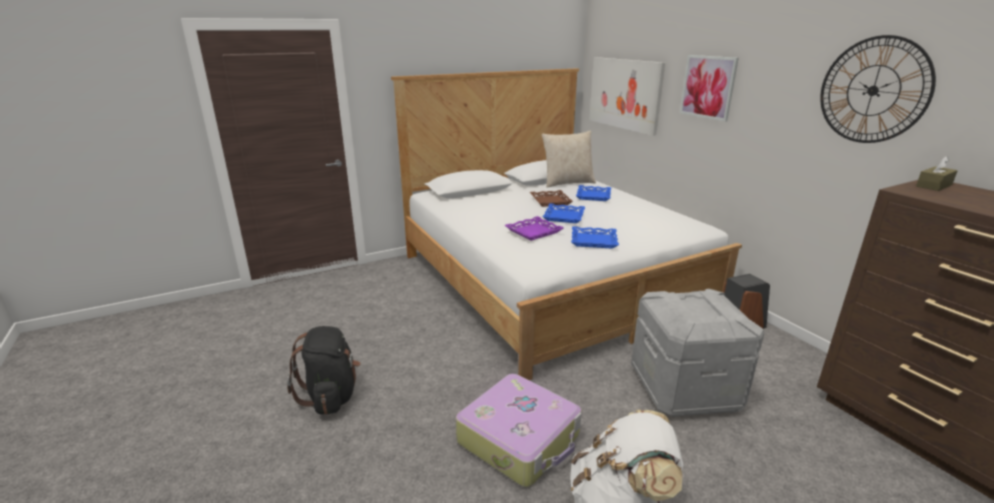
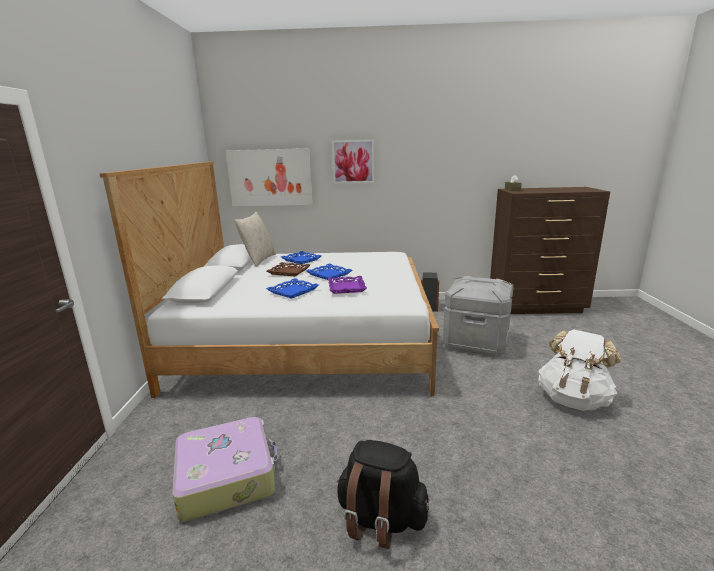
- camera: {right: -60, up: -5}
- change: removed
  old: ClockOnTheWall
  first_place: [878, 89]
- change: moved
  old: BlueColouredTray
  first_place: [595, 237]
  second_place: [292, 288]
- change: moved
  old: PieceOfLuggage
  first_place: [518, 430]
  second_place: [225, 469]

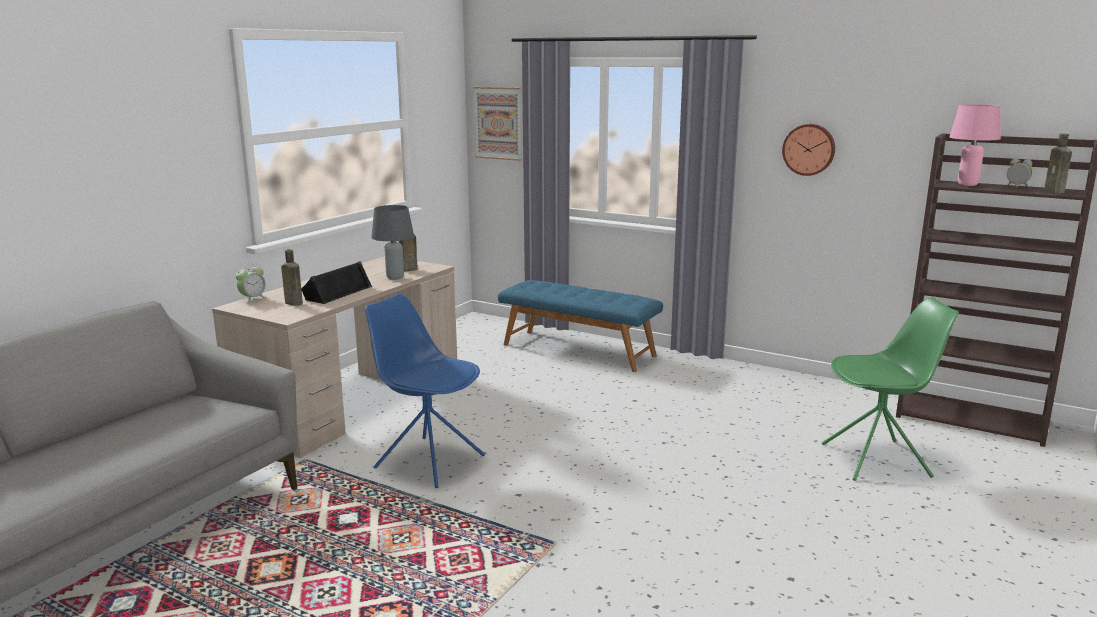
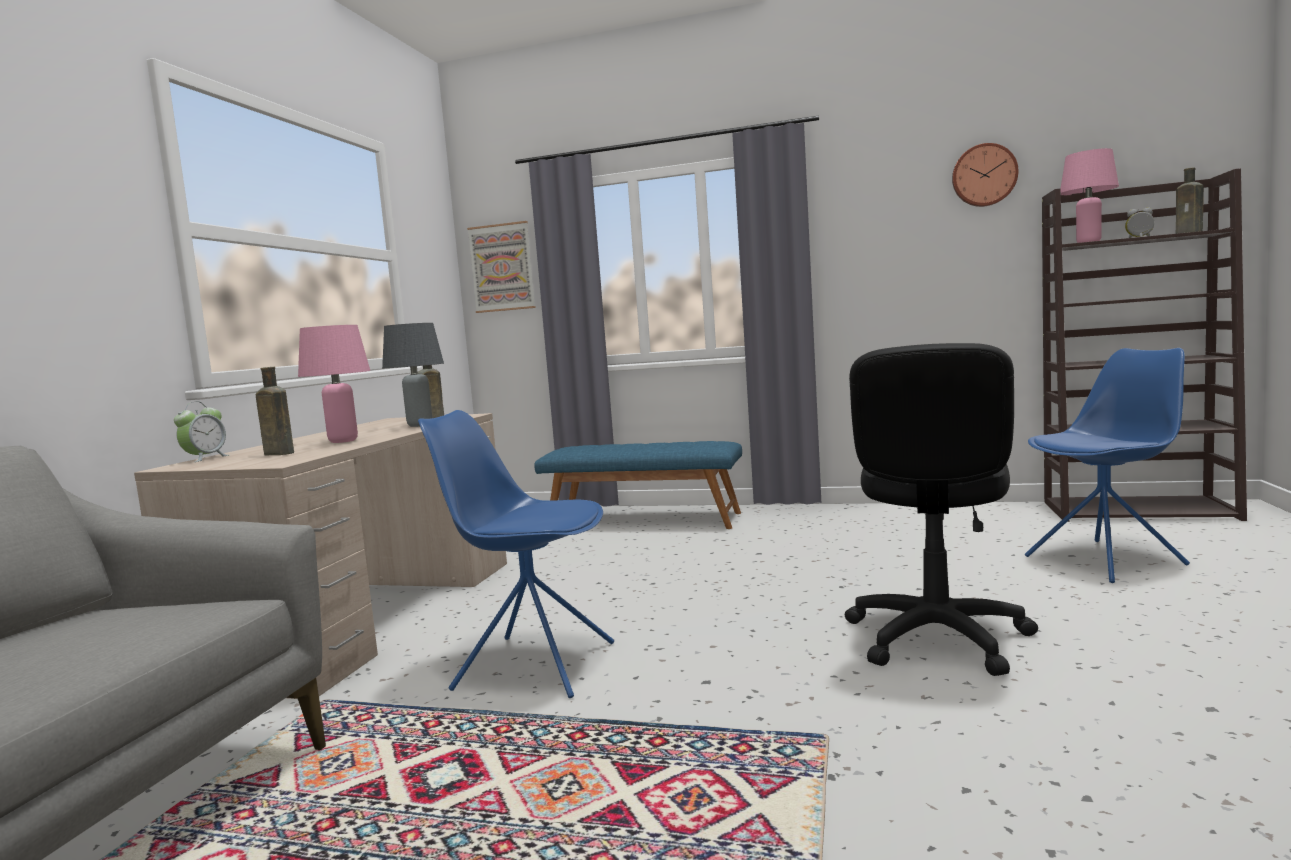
- camera: {right: -15, up: -10}
- change: moved
  old: ClockOnTheWall
  first_place: [808, 150]
  second_place: [985, 175]
- change: replaced
  old: BlackishSpeaker
  new: PinkColouredTableLamp
  first_place: [336, 282]
  second_place: [334, 384]
- change: recoloured
  old: GreenUprightChair
  new: BlueColouredUprightChair
  first_place: [890, 389]
  second_place: [1107, 465]
- change: added
  new: BlackishOfficeChair
  second_place: [941, 509]

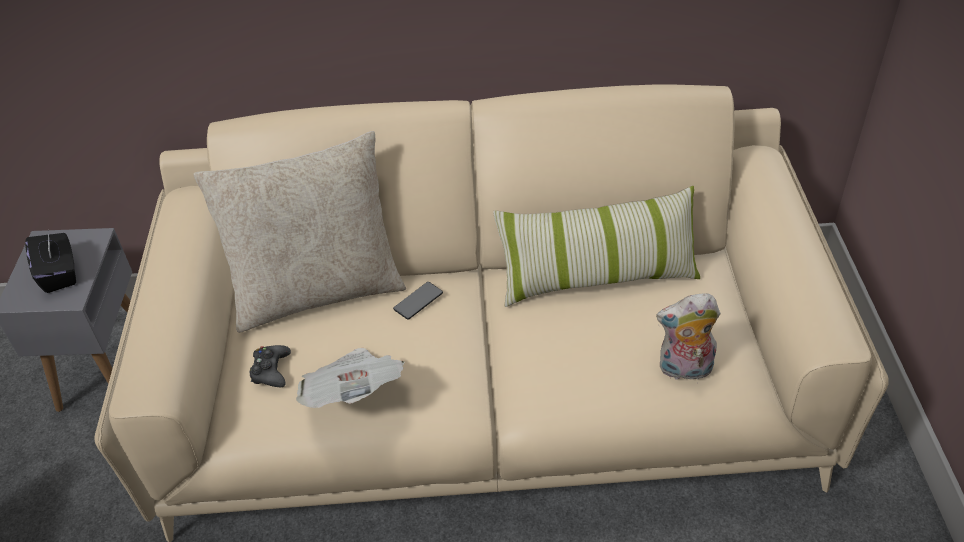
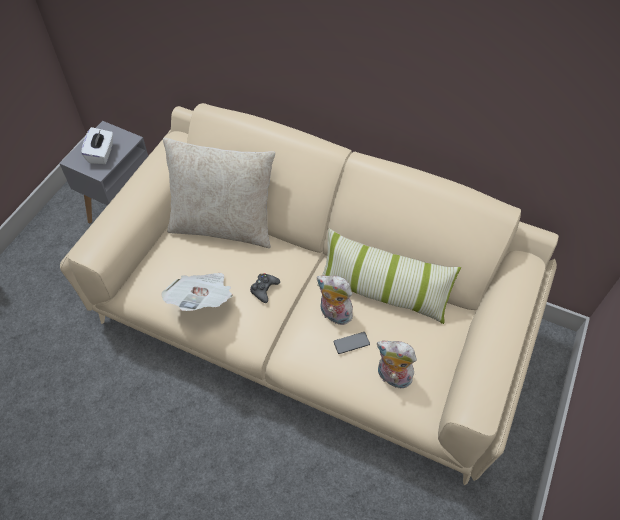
- camera: {right: 25, up: 10}
- change: recoloured
  old: BlackishBoxOfTissues
  new: WhiteColouredBoxOfTissues
  first_place: [50, 262]
  second_place: [97, 145]
- change: moved
  old: Telephone
  first_place: [418, 301]
  second_place: [351, 343]
- change: moved
  old: BlackishGamepad
  first_place: [270, 366]
  second_place: [265, 288]
- change: added
  new: PlushToy
  second_place: [335, 300]

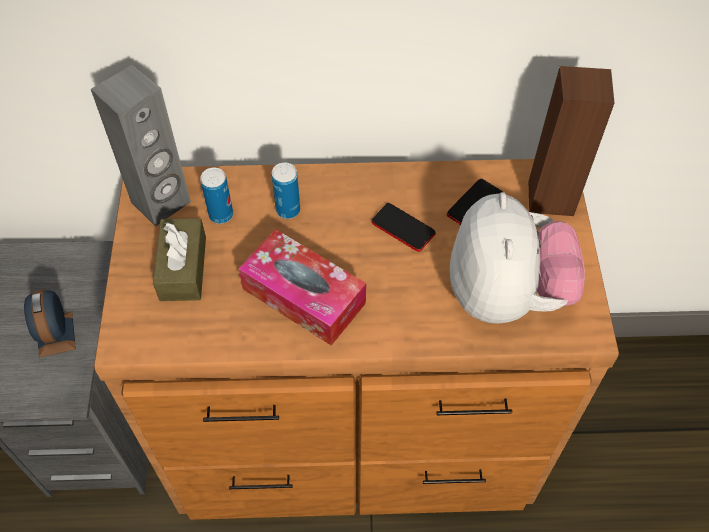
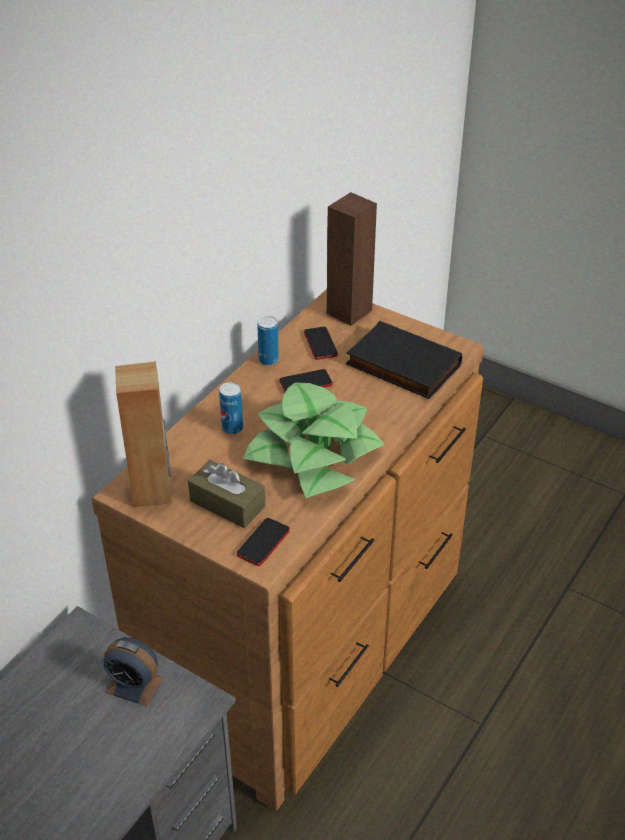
- camera: {right: -55, up: -15}
- change: recoloured
  old: GreySpeaker
  new: BrownSpeaker
  first_place: [141, 146]
  second_place: [143, 434]
- change: moved
  old: SealedCan
  first_place: [216, 196]
  second_place: [268, 341]
- change: replaced
  old: PlushToy
  new: BlackishBoundBook
  first_place: [517, 258]
  second_place: [404, 360]
- change: replaced
  old: BoxOfTissues
  new: PottedPlant
  first_place: [302, 287]
  second_place: [314, 440]
- change: added
  new: Telephone
  second_place: [263, 542]

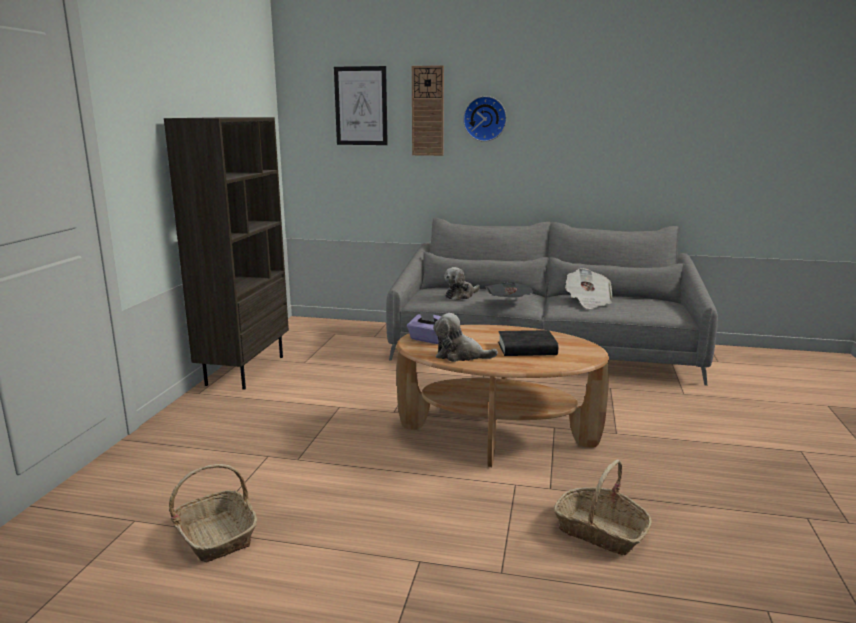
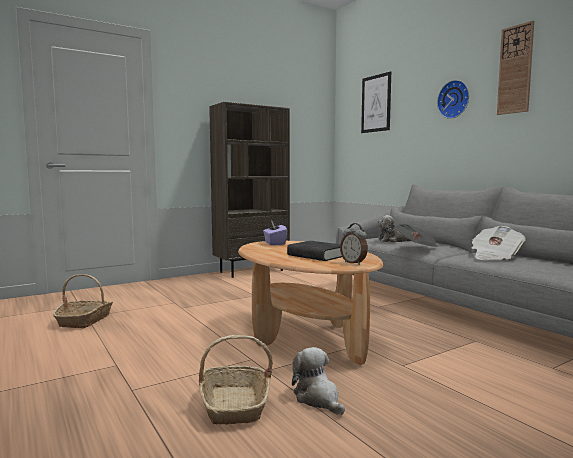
- camera: {right: 45, up: -10}
- change: moved
  old: ClockOnTheWall
  first_place: [428, 110]
  second_place: [515, 68]
- change: moved
  old: PlushToy
  first_place: [465, 337]
  second_place: [318, 381]
- change: added
  new: AlarmClock
  second_place: [354, 244]

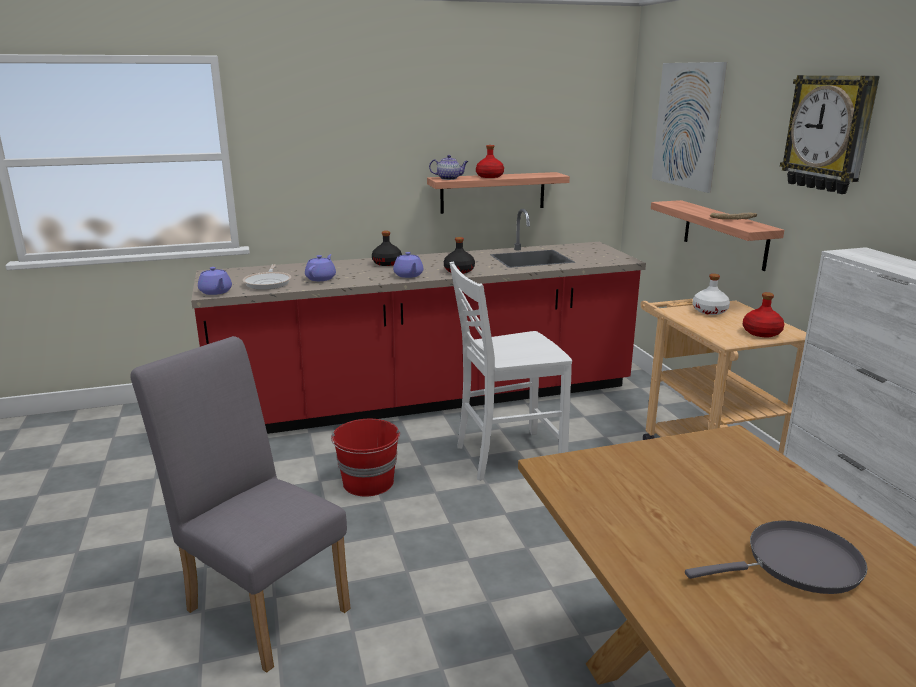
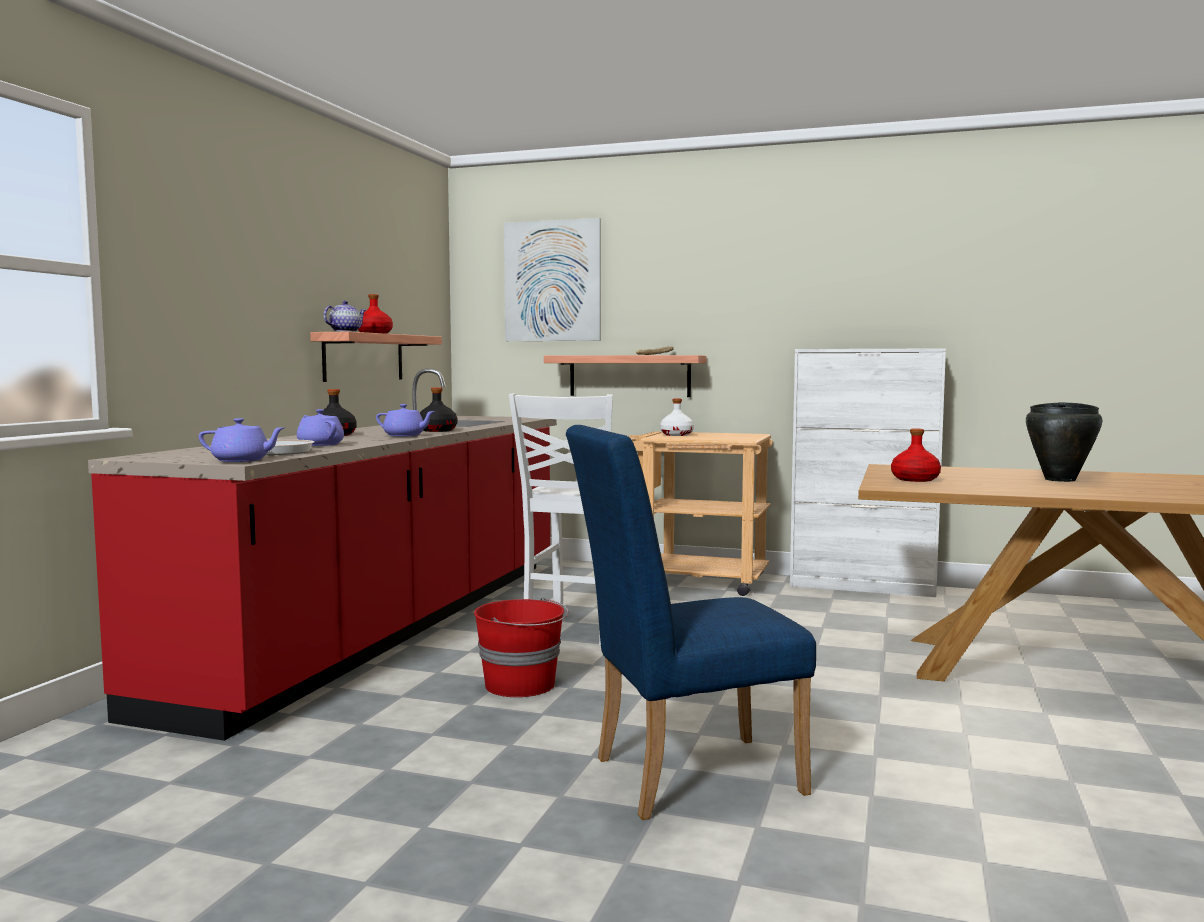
- camera: {right: -55, up: -15}
- change: removed
  old: ClockOnTheWall
  first_place: [830, 134]
- change: moved
  old: ReddishDrinkBottle
  first_place: [763, 314]
  second_place: [916, 455]
- change: recoloured
  old: GreyUprightChair
  new: BlueColouredUprightChair
  first_place: [240, 504]
  second_place: [691, 622]
- change: replaced
  old: GreySkillet
  new: BlackishStockpot
  first_place: [776, 557]
  second_place: [1064, 442]

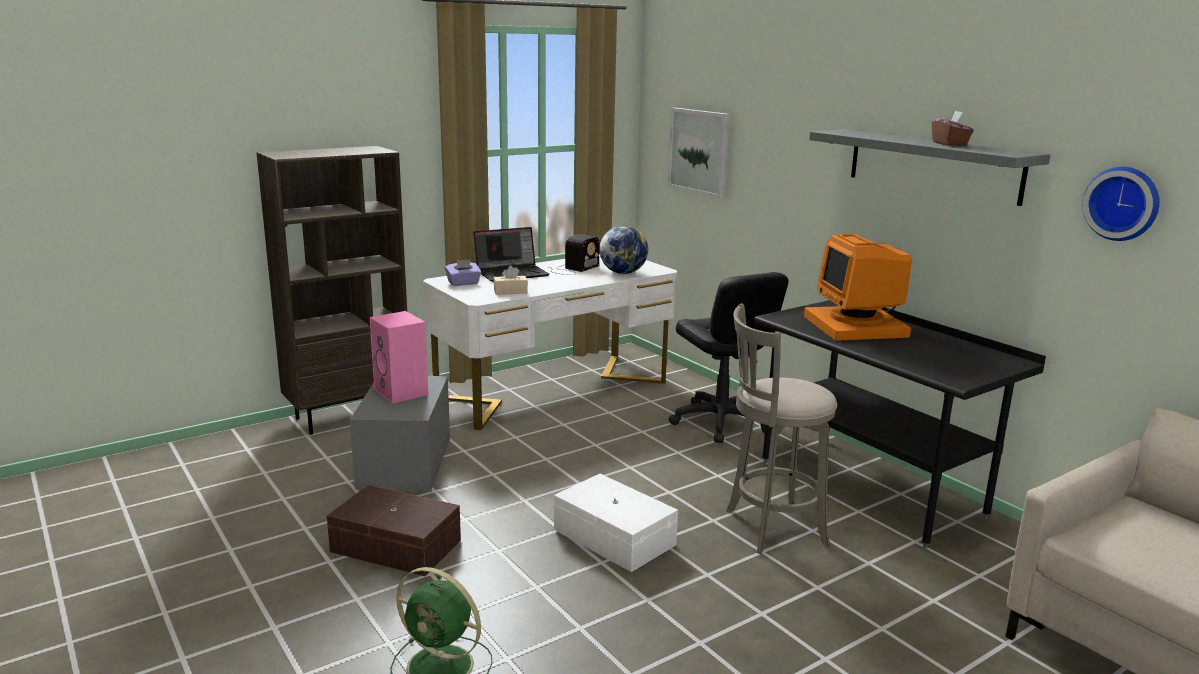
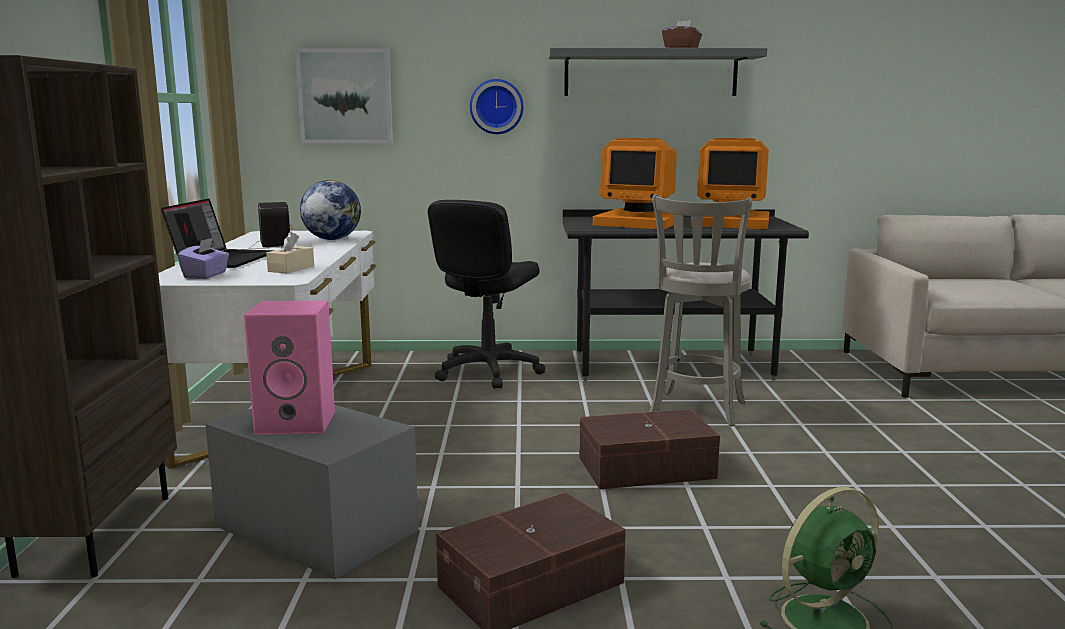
- camera: {right: -55, up: -5}
- change: moved
  old: ClockOnTheWall
  first_place: [1121, 204]
  second_place: [497, 106]
- change: turned
  old: BlackishOfficeChair
  first_place: [729, 357]
  second_place: [486, 294]
  degrees: 105
- change: recoloured
  old: WhiteColouredStorageBin
  new: BrownStorageBin
  first_place: [616, 523]
  second_place: [649, 449]
- change: added
  new: Monitor
  second_place: [730, 183]

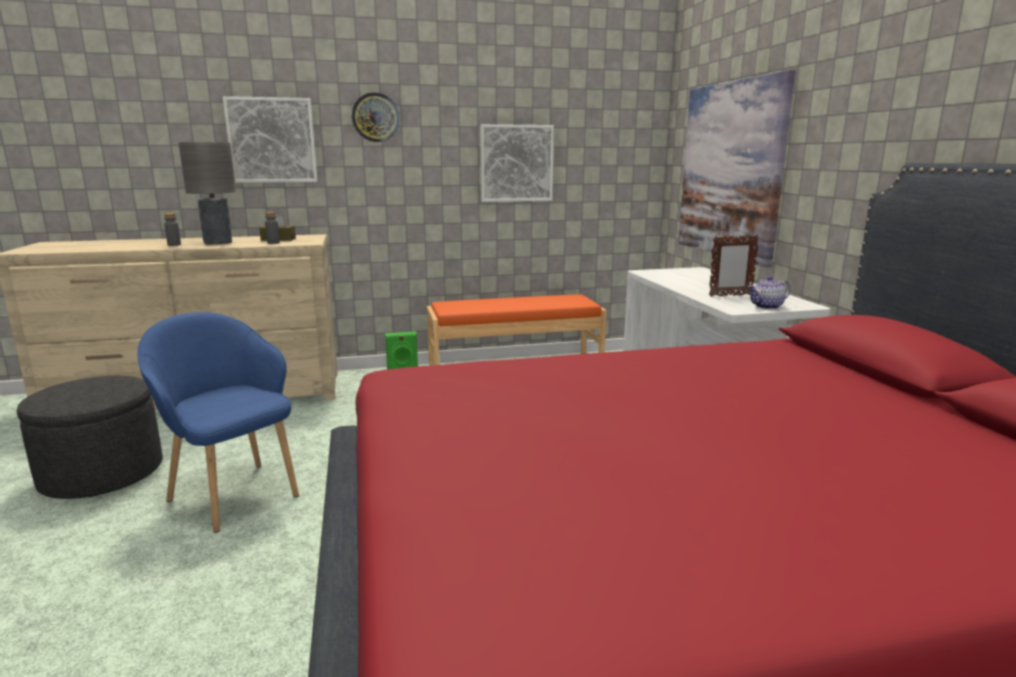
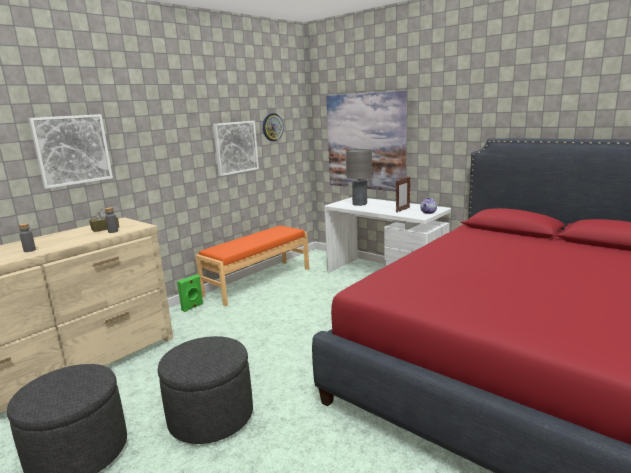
- camera: {right: -35, up: 0}
- change: moved
  old: ClockOnTheWall
  first_place: [376, 117]
  second_place: [273, 127]
- change: moved
  old: GreyTableLamp
  first_place: [207, 193]
  second_place: [359, 177]
- change: replaced
  old: BlueColouredEasyChair
  new: GreyPouffe
  first_place: [218, 422]
  second_place: [205, 390]

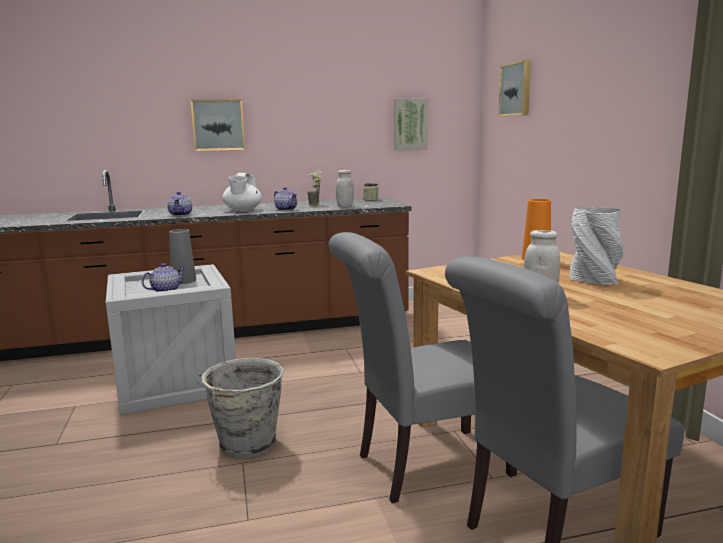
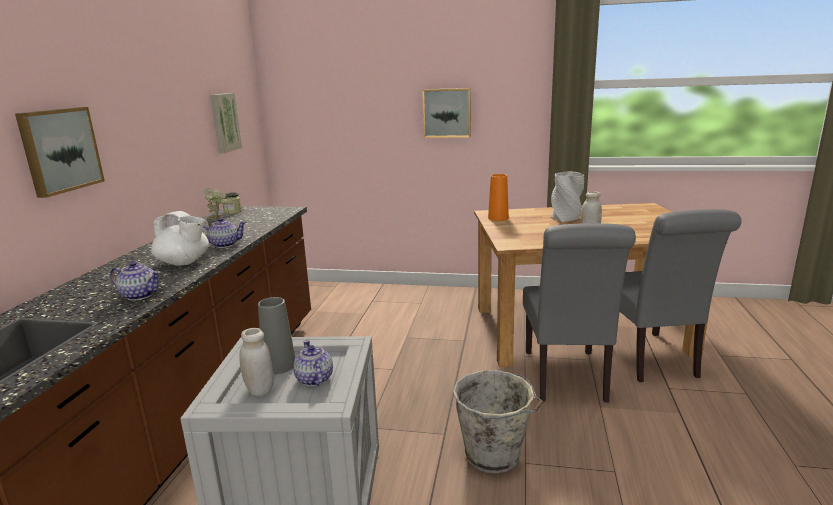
- camera: {right: -65, up: 5}
- change: moved
  old: WallPicture
  first_place: [514, 88]
  second_place: [446, 113]
- change: moved
  old: WhiteColouredJar
  first_place: [345, 188]
  second_place: [256, 362]

